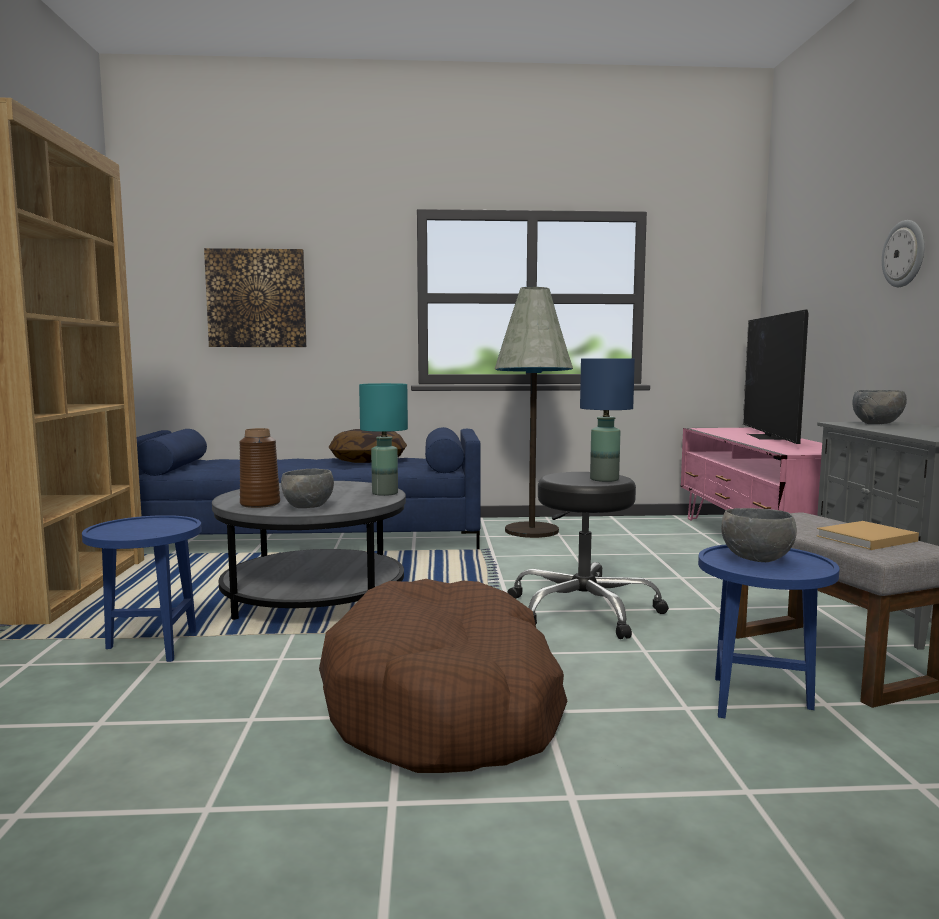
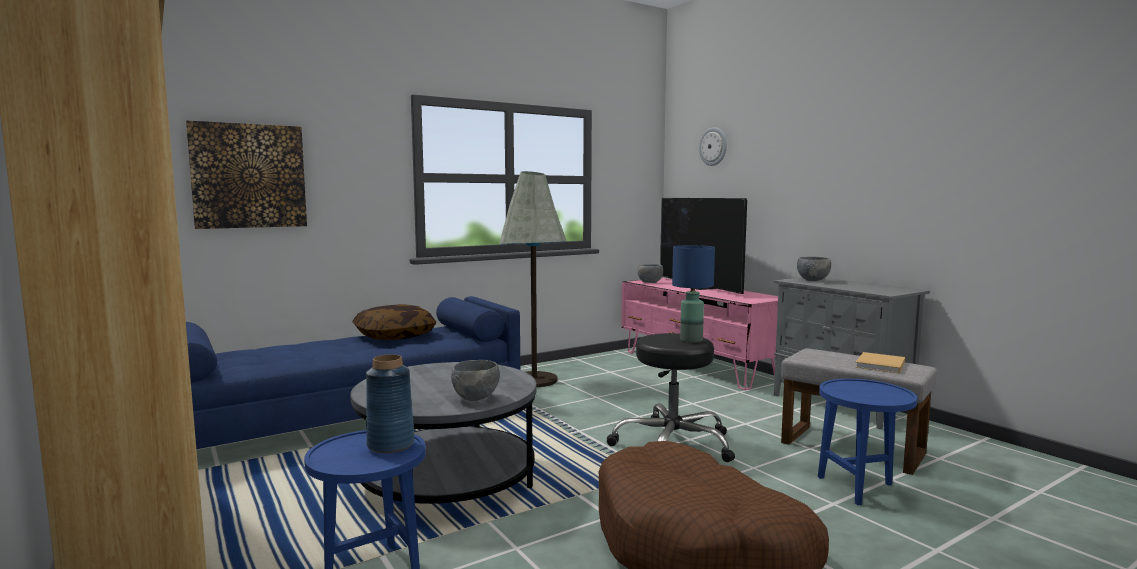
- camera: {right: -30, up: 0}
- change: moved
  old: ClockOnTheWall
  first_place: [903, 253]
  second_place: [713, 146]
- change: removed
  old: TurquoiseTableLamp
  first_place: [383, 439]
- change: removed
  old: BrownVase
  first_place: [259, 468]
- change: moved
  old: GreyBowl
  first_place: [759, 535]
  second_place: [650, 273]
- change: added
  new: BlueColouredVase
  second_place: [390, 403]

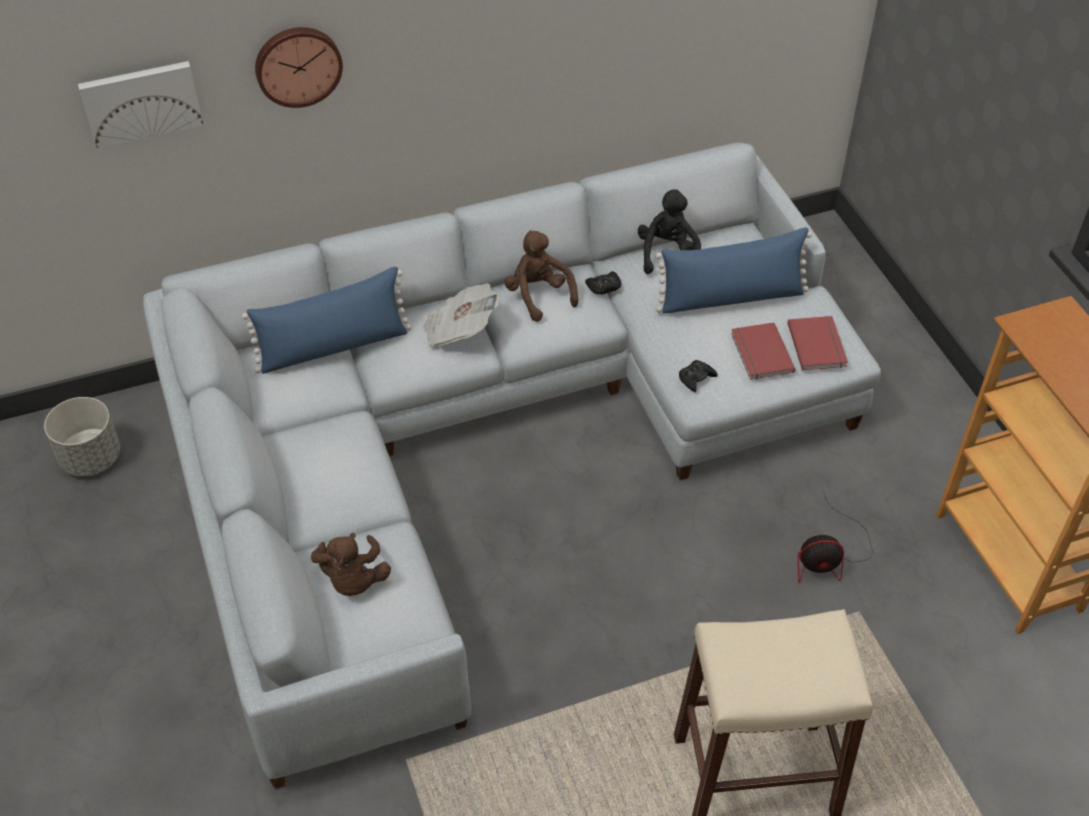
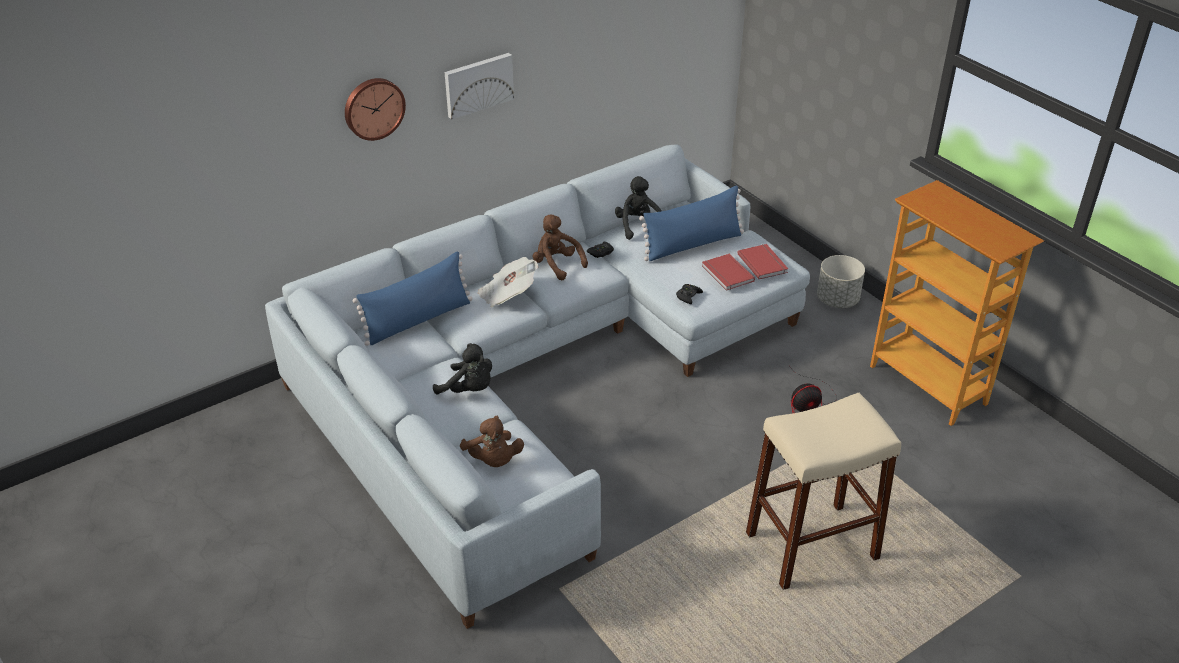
- camera: {right: -15, up: -10}
- change: moved
  old: WallPicture
  first_place: [140, 104]
  second_place: [479, 86]
- change: moved
  old: GreyPlanter
  first_place: [82, 437]
  second_place: [841, 281]
- change: added
  new: BlackishPlushToy
  second_place: [462, 368]

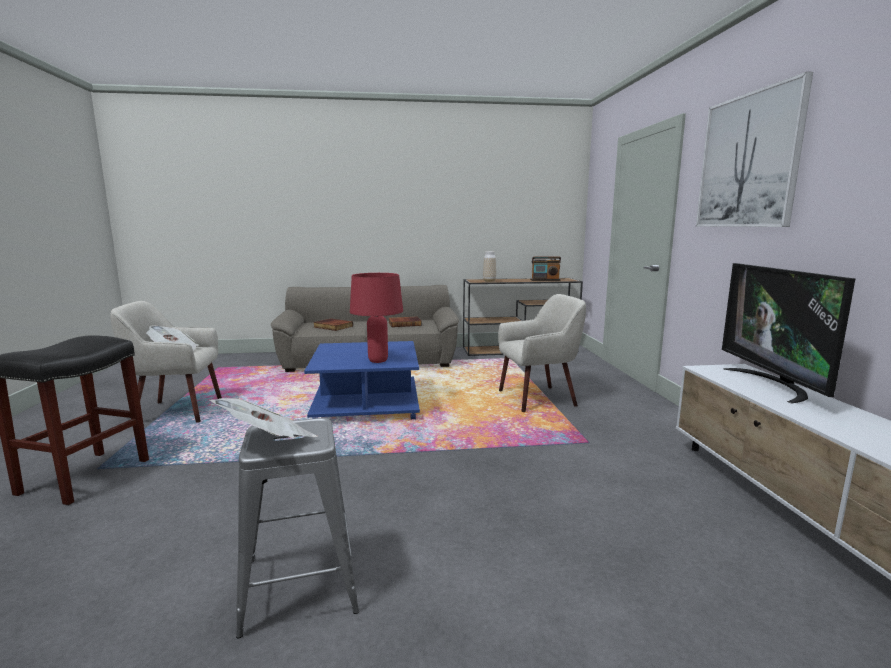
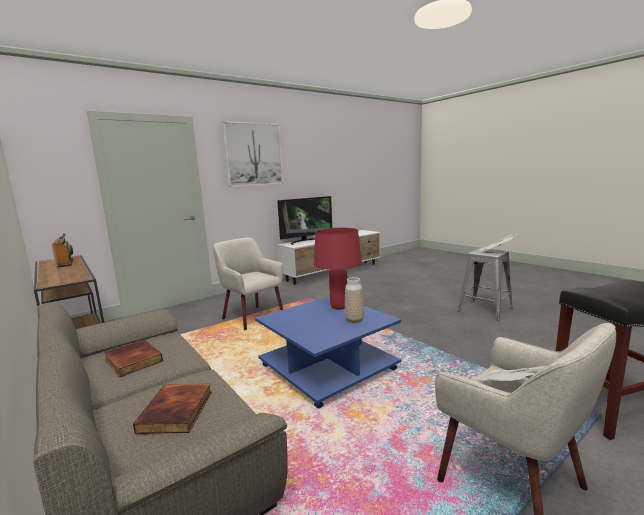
- camera: {right: -120, up: 0}
- change: moved
  old: Vase
  first_place: [489, 266]
  second_place: [354, 300]

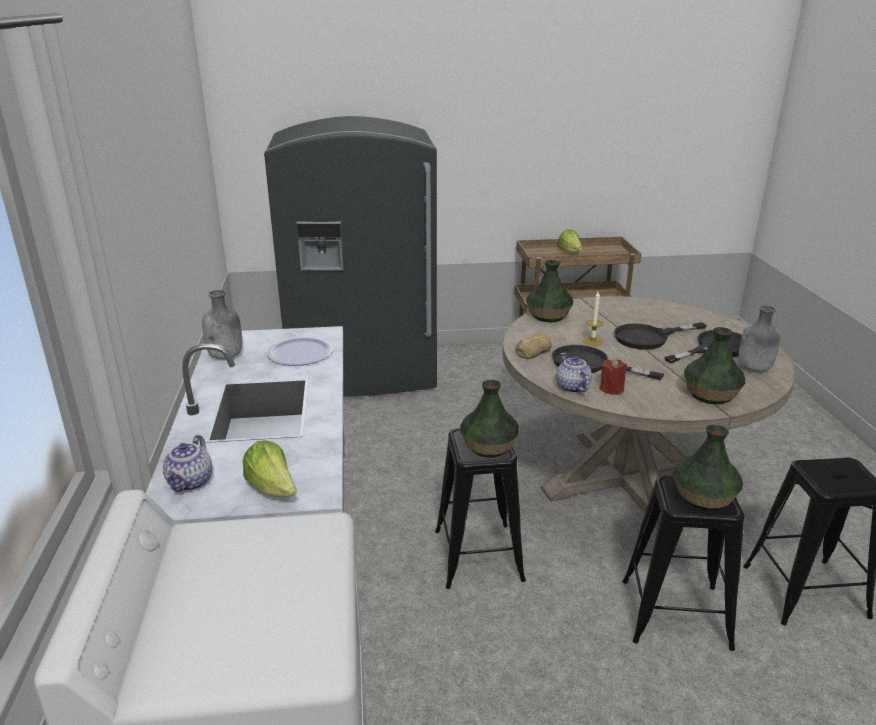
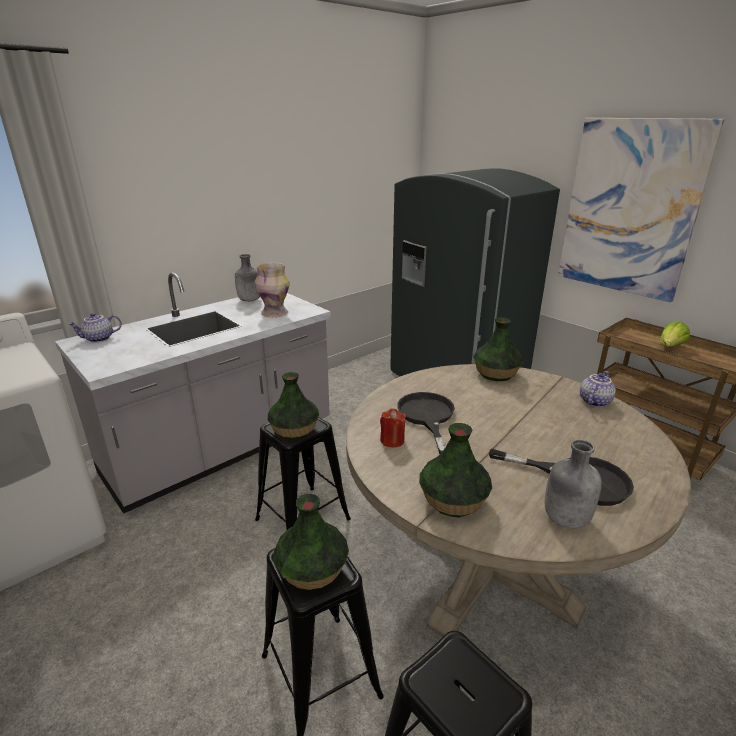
- camera: {right: 55, up: 0}
- change: removed
  old: Candle
  first_place: [593, 318]
- change: removed
  old: BlackishSkillet
  first_place: [660, 336]
- change: removed
  old: BakeryBread
  first_place: [533, 346]
- change: replaced
  old: FlatDish
  new: Vase
  first_place: [300, 351]
  second_place: [272, 290]
- change: moved
  old: Teapot
  first_place: [574, 373]
  second_place: [598, 389]
- change: removed
  old: HeadOfLettuce
  first_place: [270, 468]
- change: added
  new: WallPicture
  second_place: [641, 210]

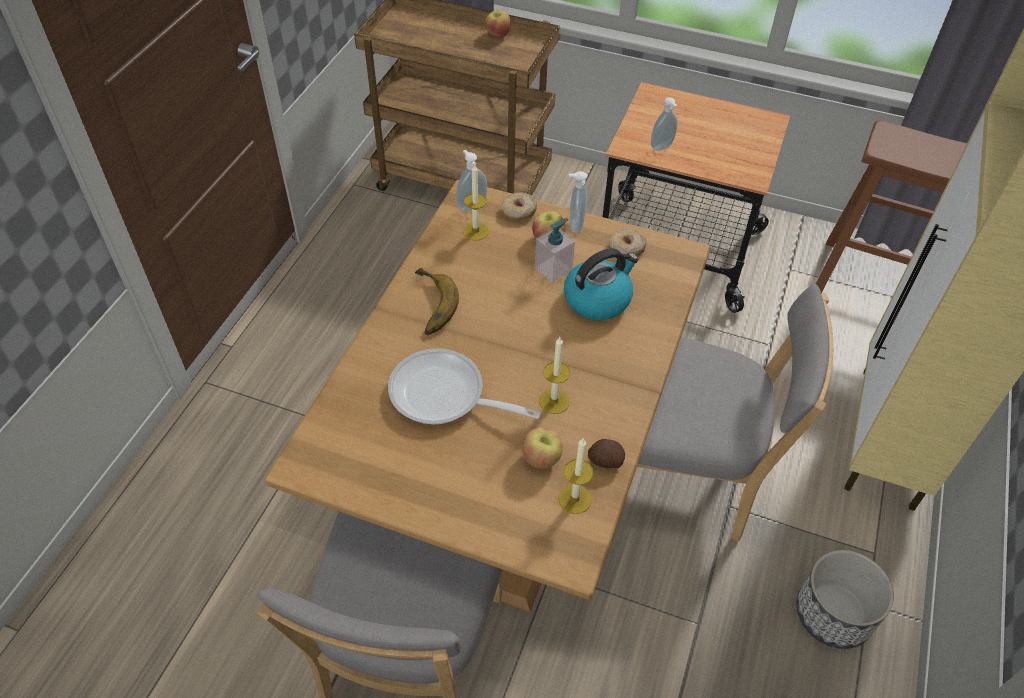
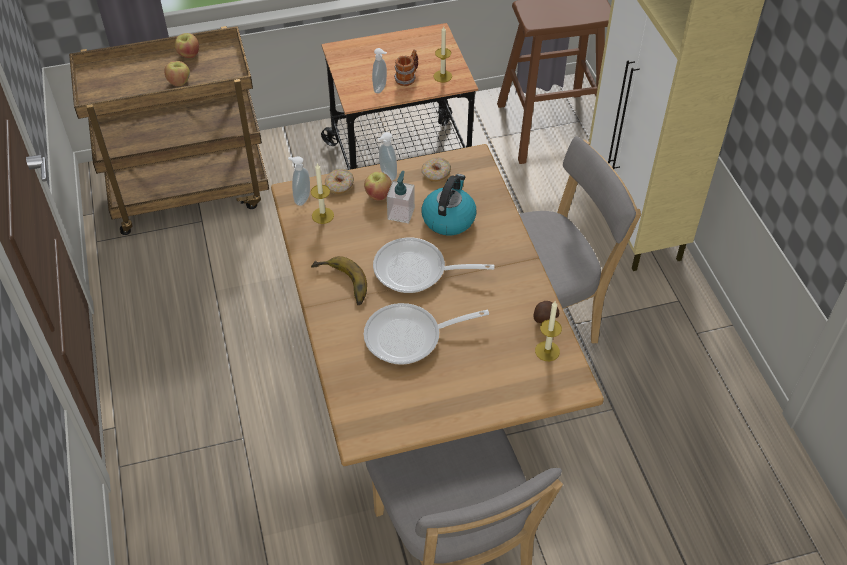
- camera: {right: -35, up: 0}
- change: moved
  old: Candle
  first_place: [554, 375]
  second_place: [442, 54]
- change: moved
  old: Apple
  first_place: [542, 448]
  second_place: [177, 73]
- change: removed
  old: Planter
  first_place: [845, 599]
- change: added
  new: Mug
  second_place: [406, 68]
- change: added
  new: Skillet
  second_place: [434, 265]

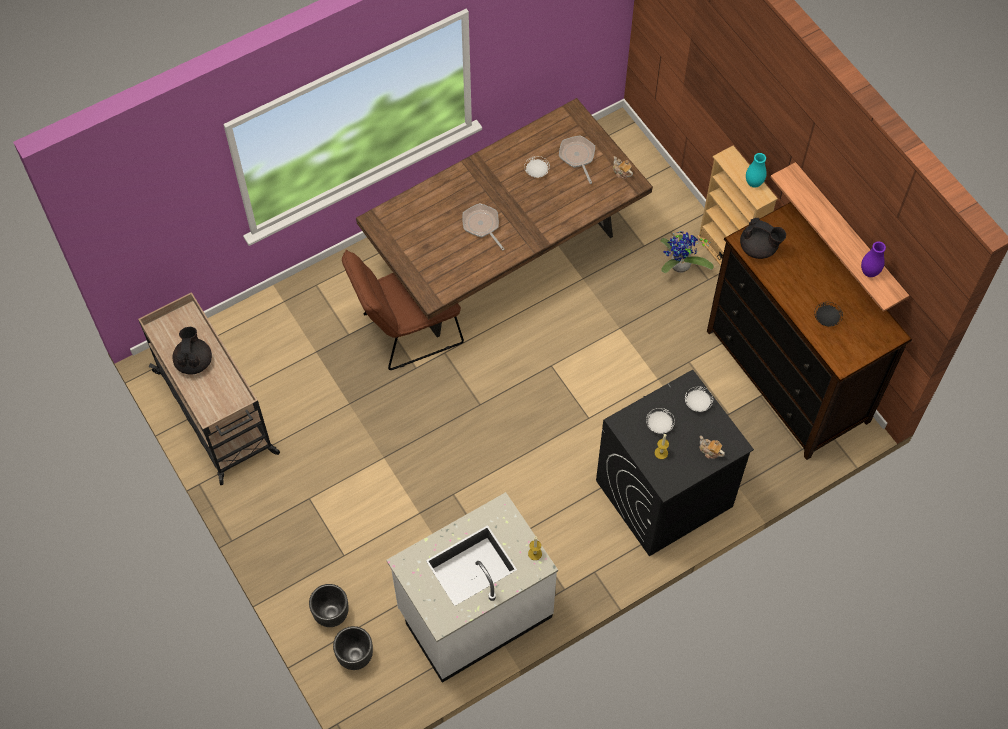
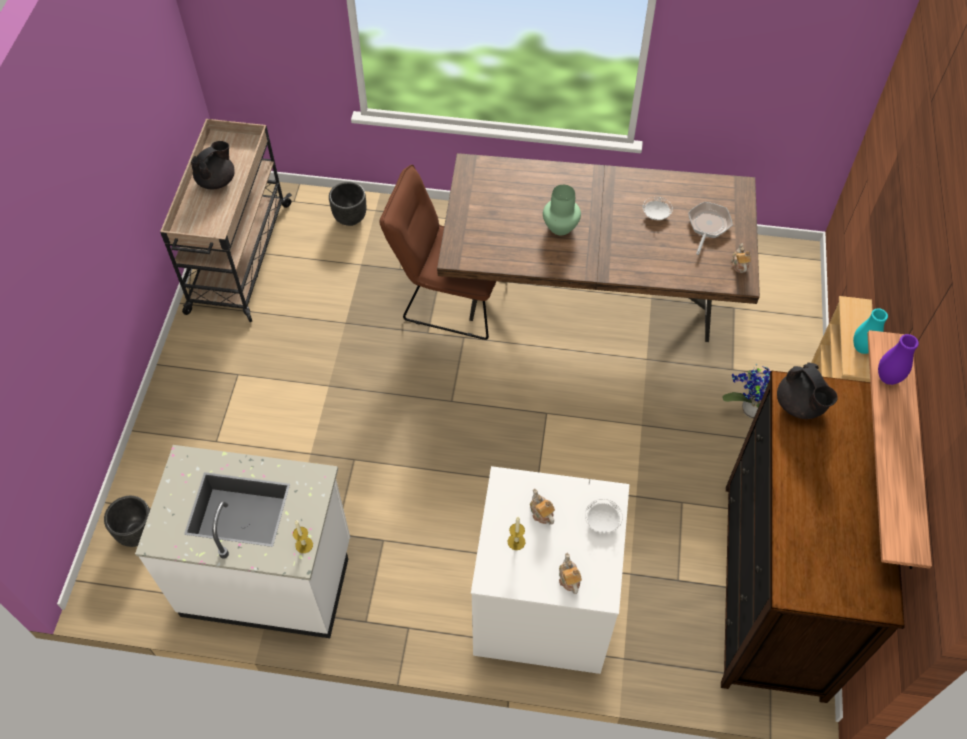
- camera: {right: 40, up: -5}
- change: replaced
  old: Skillet
  new: GreenVase
  first_place: [483, 226]
  second_place: [562, 210]
- change: moved
  old: PurplishVase
  first_place: [873, 259]
  second_place: [898, 359]
- change: removed
  old: BlackishFlatDish
  first_place: [828, 314]
- change: recoloured
  old: BlackishLaundryAppliance
  new: WhiteColouredLaundryAppliance
  first_place: [675, 463]
  second_place: [550, 570]
- change: replaced
  old: WhiteColouredFlatDish
  new: Teapot
  first_place: [660, 421]
  second_place: [542, 507]
- change: moved
  old: BlackishPlanter
  first_place: [329, 605]
  second_place: [347, 204]

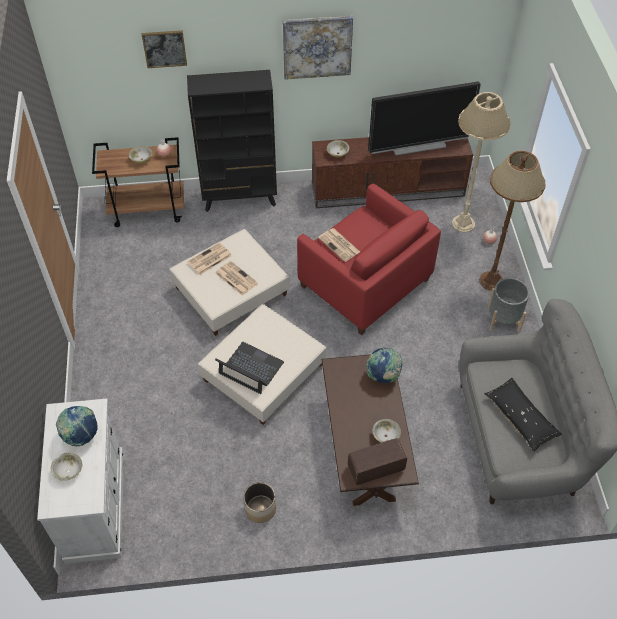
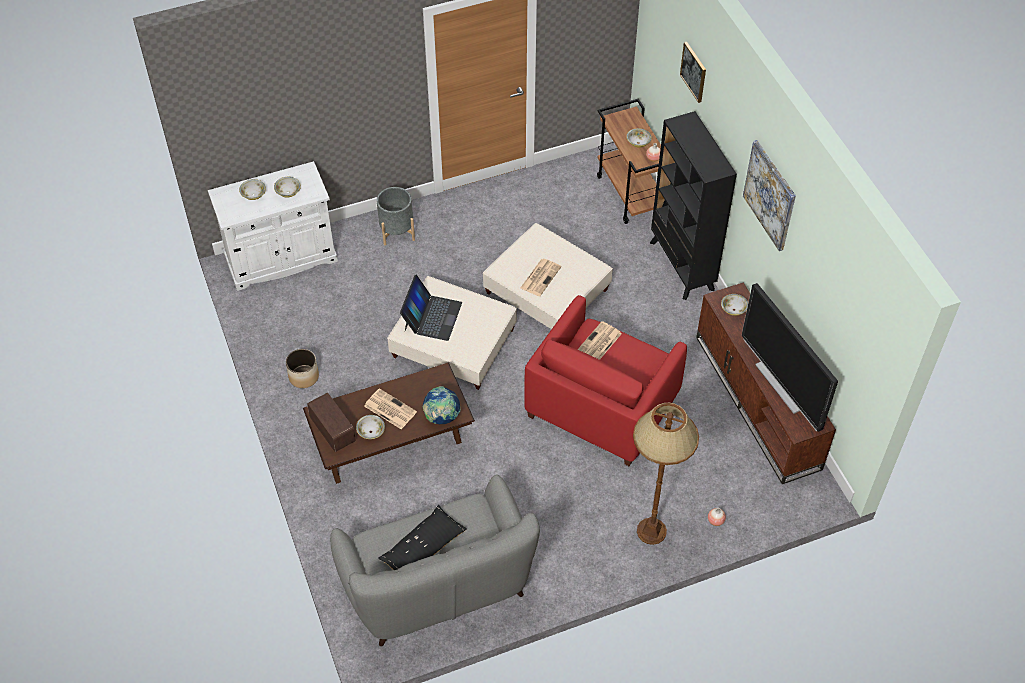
- camera: {right: 75, up: 0}
- change: removed
  old: BeigeStandardLamp
  first_place: [481, 162]
- change: moved
  old: PrintedPaper
  first_place: [209, 259]
  second_place: [390, 408]
- change: moved
  old: GreyPlanter
  first_place: [508, 305]
  second_place: [396, 216]
- change: replaced
  old: Globe
  new: Bowl
  first_place: [77, 426]
  second_place: [287, 187]

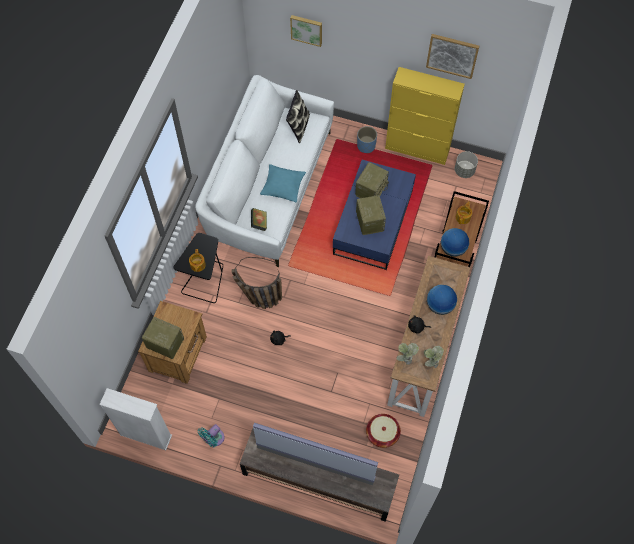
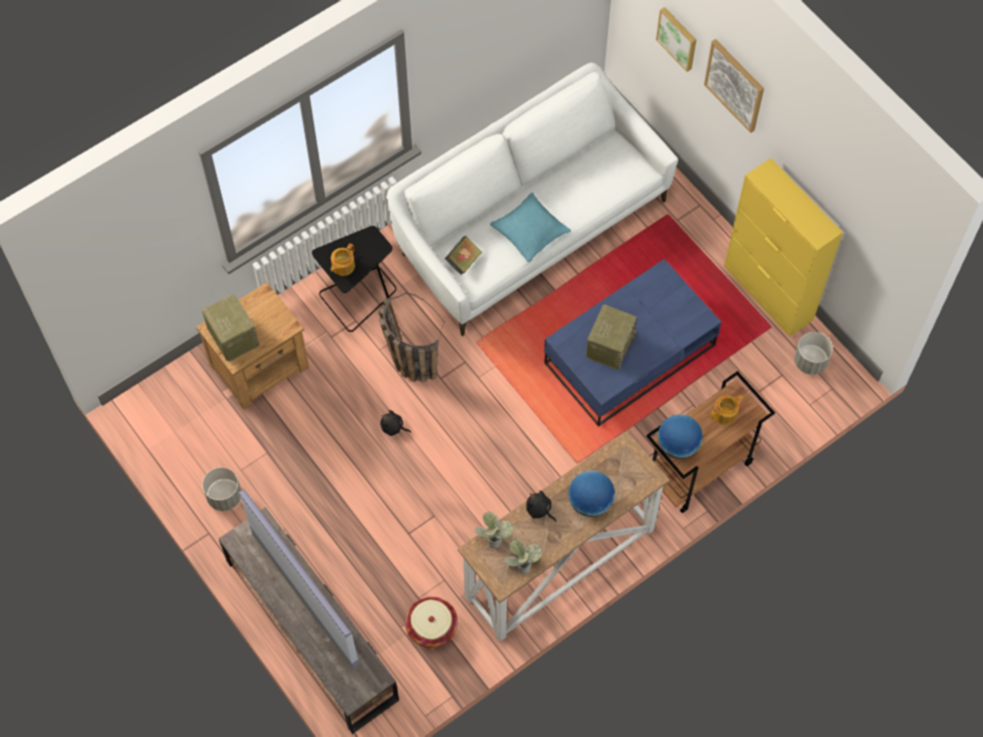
- camera: {right: 35, up: 0}
- change: moved
  old: WallPicture
  first_place: [452, 56]
  second_place: [734, 86]
- change: removed
  old: Cushion
  first_place: [298, 116]
- change: removed
  old: BlueColouredPlanter
  first_place: [367, 139]
- change: removed
  old: Radio
  first_place: [372, 180]
- change: removed
  old: WhiteColouredBookcase
  first_place: [135, 419]
- change: replaced
  old: TurquoiseCoolingFan
  new: GreyPlanter
  first_place: [211, 435]
  second_place: [221, 489]

